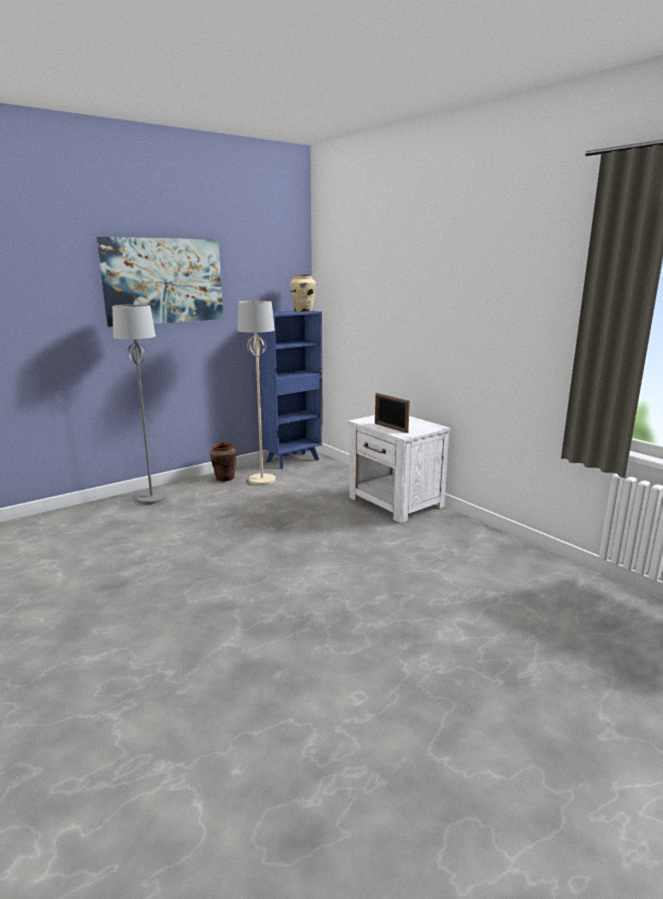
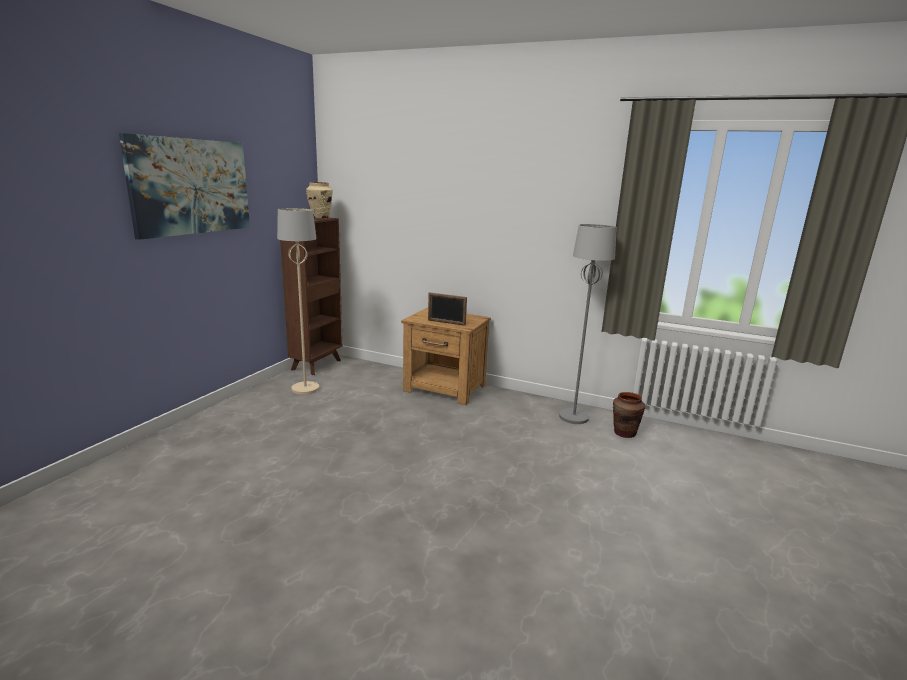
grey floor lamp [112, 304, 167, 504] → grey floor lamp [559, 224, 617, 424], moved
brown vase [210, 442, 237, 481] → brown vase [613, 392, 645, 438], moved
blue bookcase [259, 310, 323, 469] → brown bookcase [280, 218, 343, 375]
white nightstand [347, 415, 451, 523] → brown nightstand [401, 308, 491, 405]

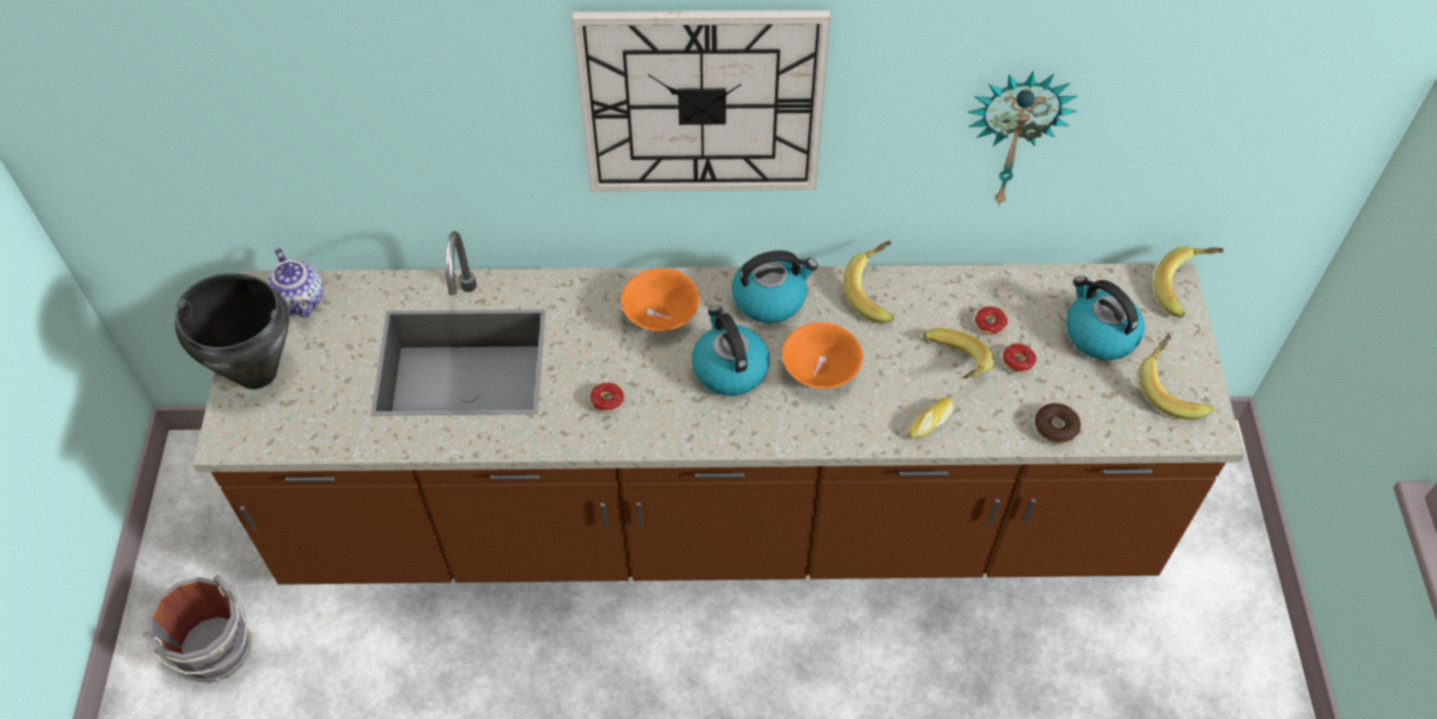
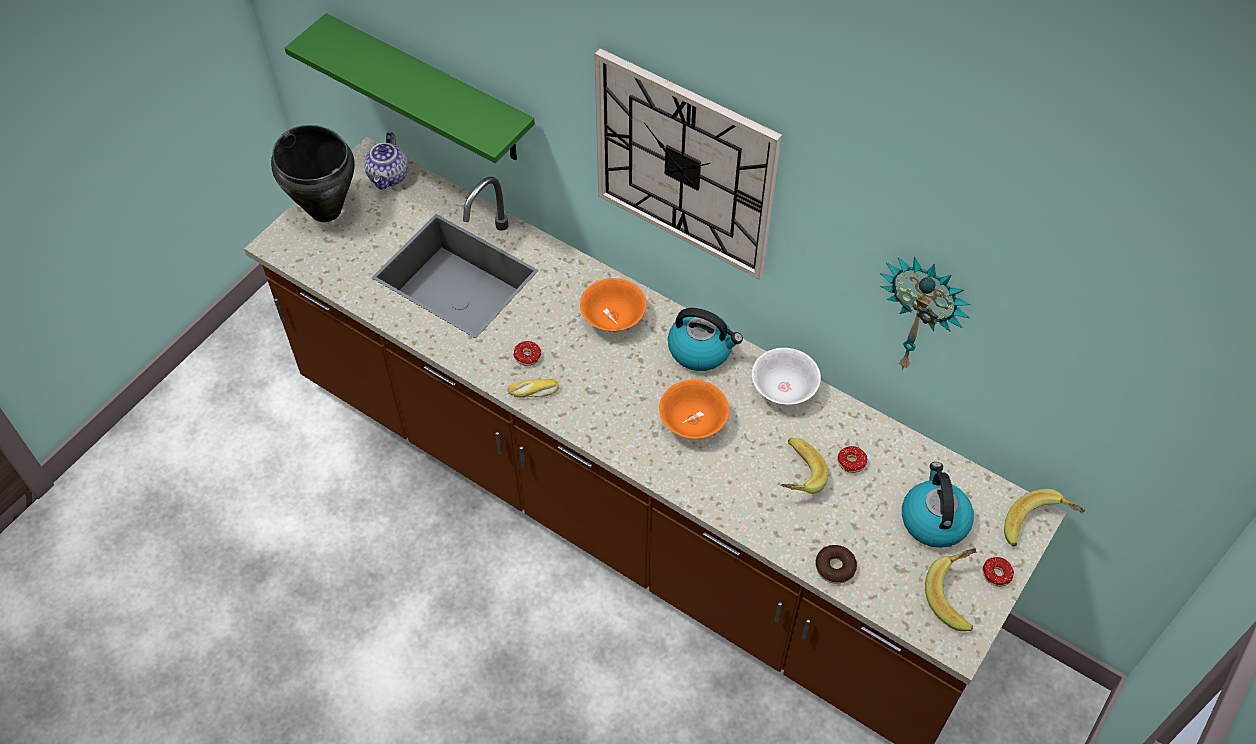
grey bucket [143, 575, 254, 683] → -
kettle [692, 306, 770, 396] → -
- → green shelf [285, 13, 535, 163]
bread [907, 398, 953, 439] → bread [508, 379, 559, 398], moved
donut [1003, 343, 1036, 373] → donut [982, 557, 1014, 587], moved
banana [844, 240, 894, 323] → white bowl [752, 348, 821, 405]

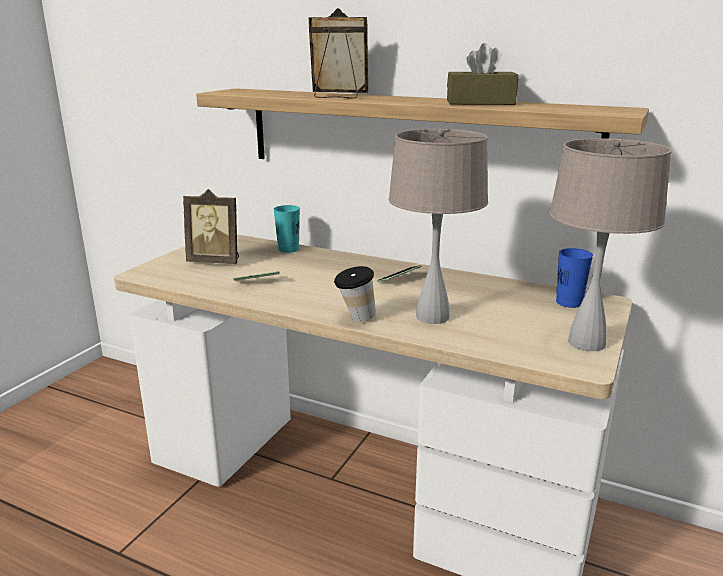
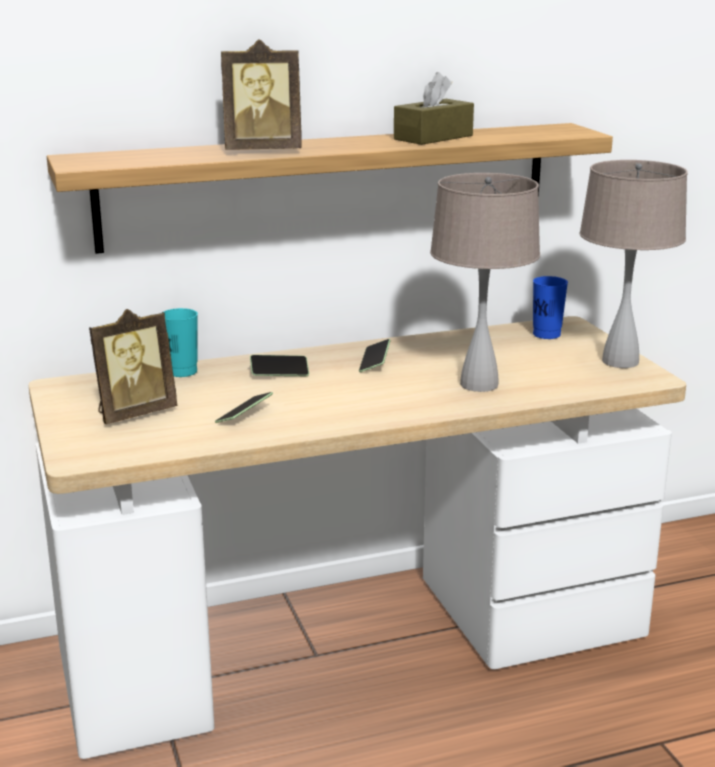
cup [334, 266, 376, 322] → -
- → phone [250, 355, 309, 376]
picture frame [308, 8, 368, 99] → picture frame [221, 39, 302, 150], 150 degrees counterclockwise

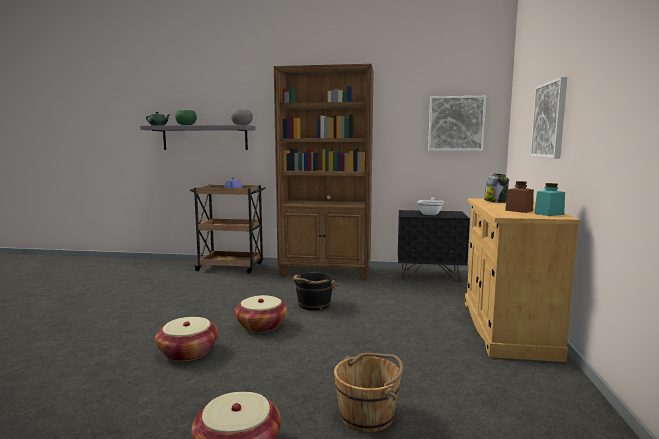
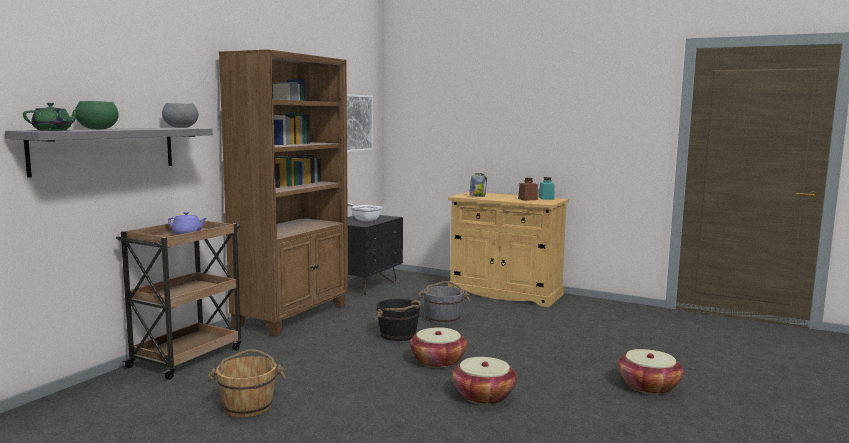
picture [530, 77, 567, 158] → -
- → grey bucket [418, 281, 471, 325]
brown bucket [334, 353, 404, 432] → brown bucket [208, 349, 286, 417], moved

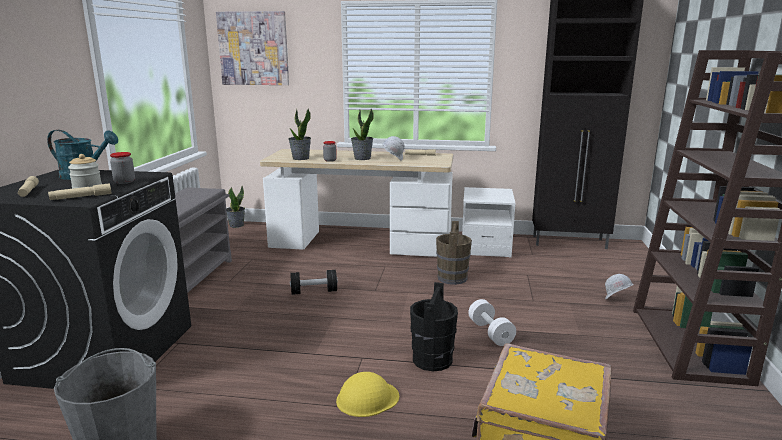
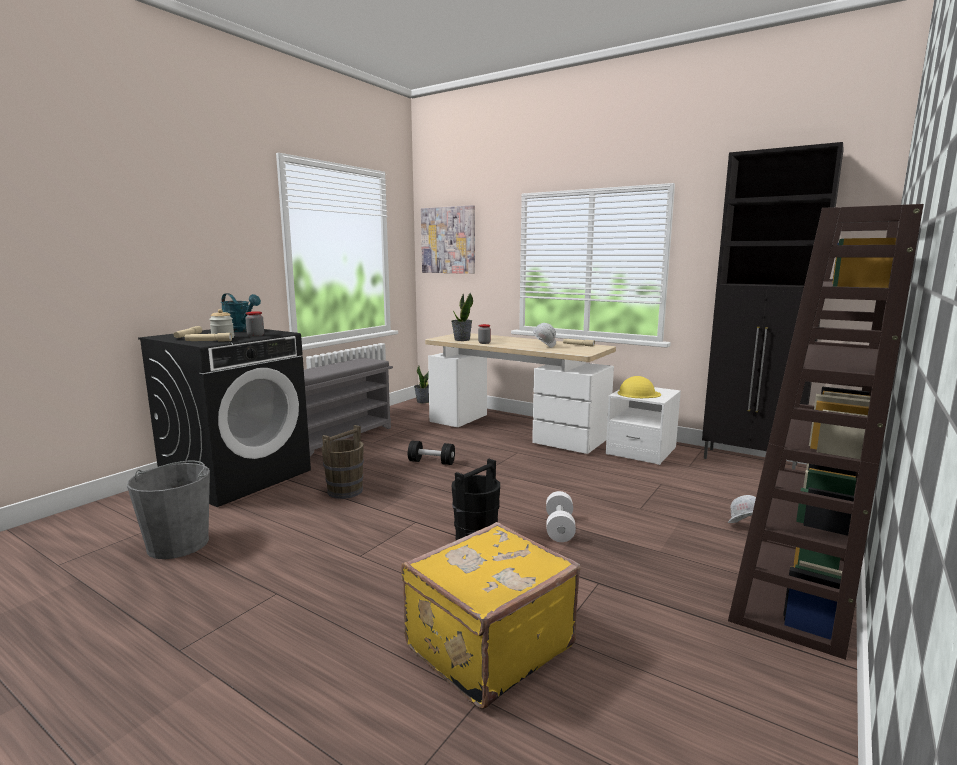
potted plant [351, 108, 374, 160] → -
yellow hard hat [336, 372, 399, 417] → yellow hard hat [618, 376, 661, 398], moved
brown bucket [436, 221, 472, 285] → brown bucket [321, 425, 364, 499], moved

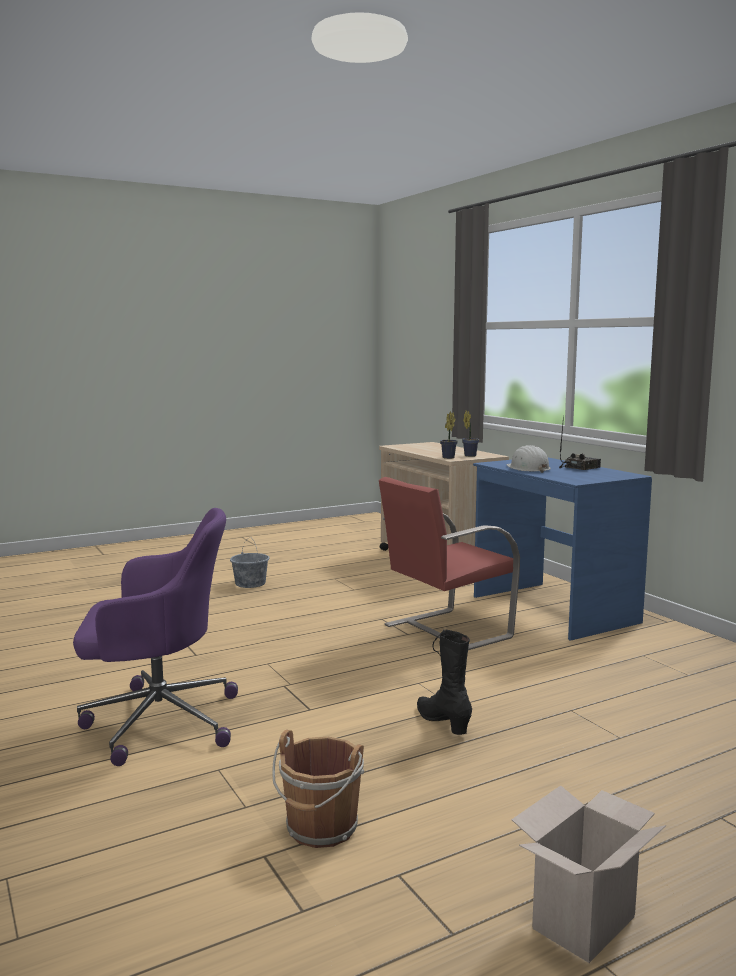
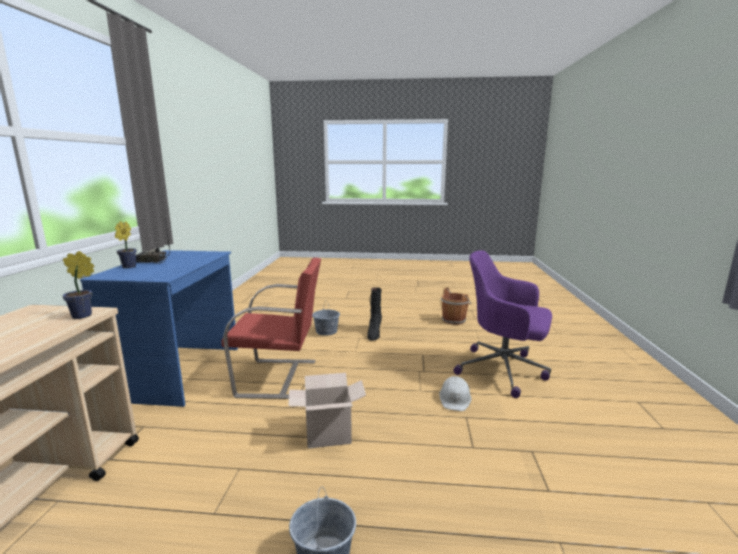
- → grey bucket [312, 304, 340, 336]
potted plant [462, 410, 479, 457] → potted plant [115, 221, 137, 268], moved
white hard hat [506, 445, 551, 473] → white hard hat [439, 376, 472, 411], moved
cardboard box [512, 785, 666, 963] → cardboard box [288, 373, 366, 449], moved

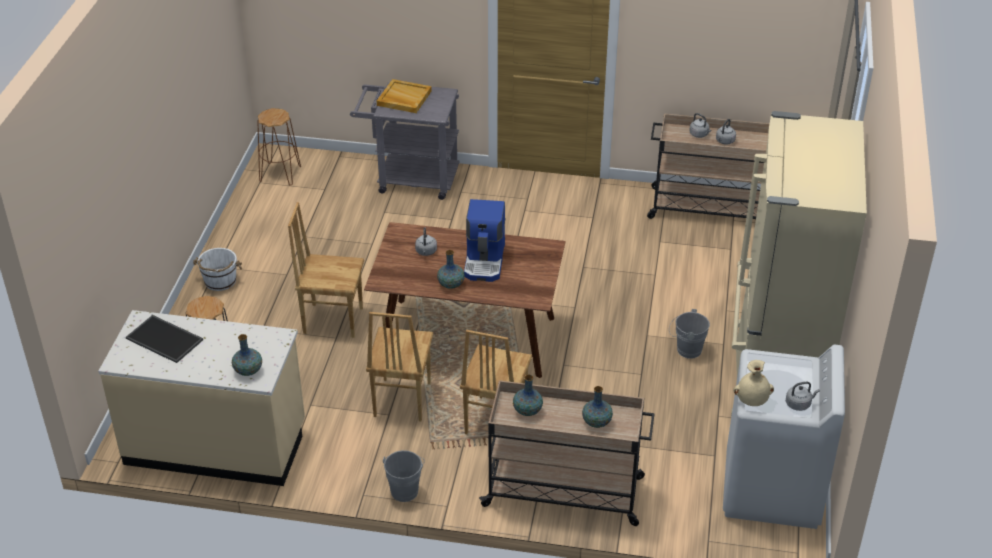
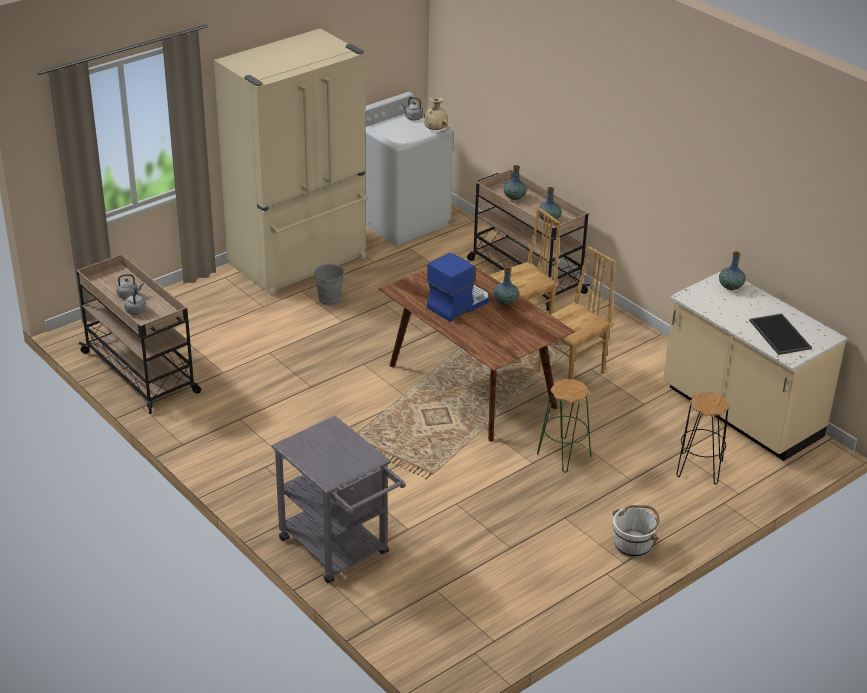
brown stool [257, 108, 301, 186] → -
beige tray [377, 79, 432, 113] → -
grey bucket [383, 450, 425, 502] → -
grey kettle [415, 227, 437, 256] → -
brown chair [288, 202, 364, 338] → green stool [537, 379, 591, 473]

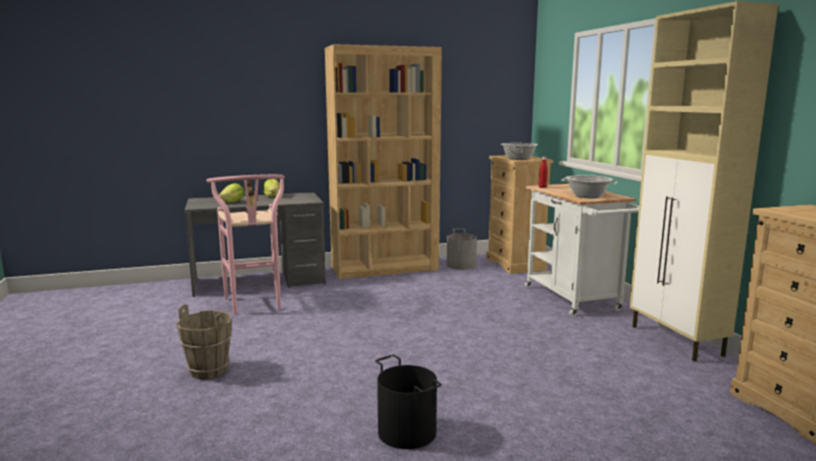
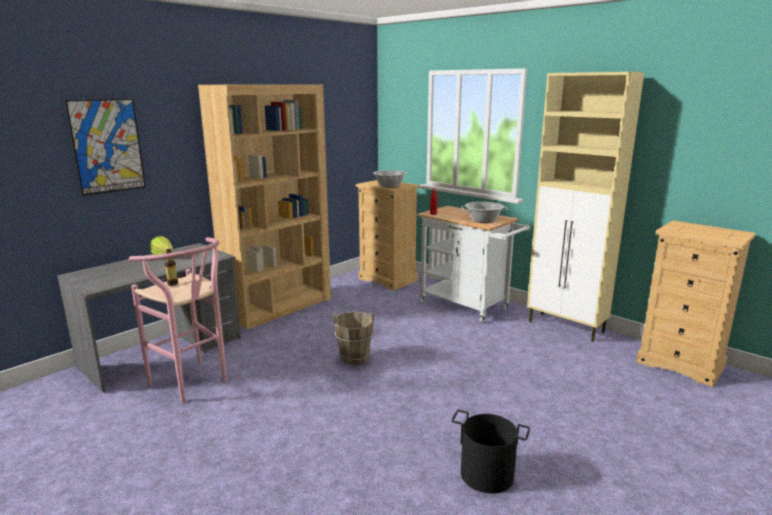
lettuce [219, 183, 244, 202] → -
grey bucket [447, 229, 477, 270] → -
- → picture [64, 99, 146, 196]
brown bucket [176, 304, 232, 379] → brown bucket [333, 311, 374, 365], moved

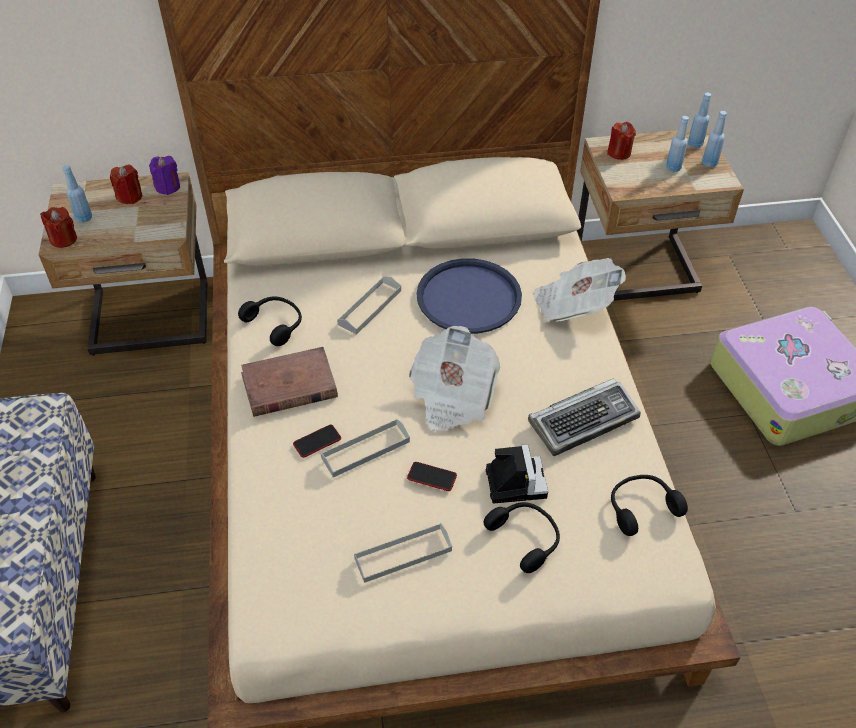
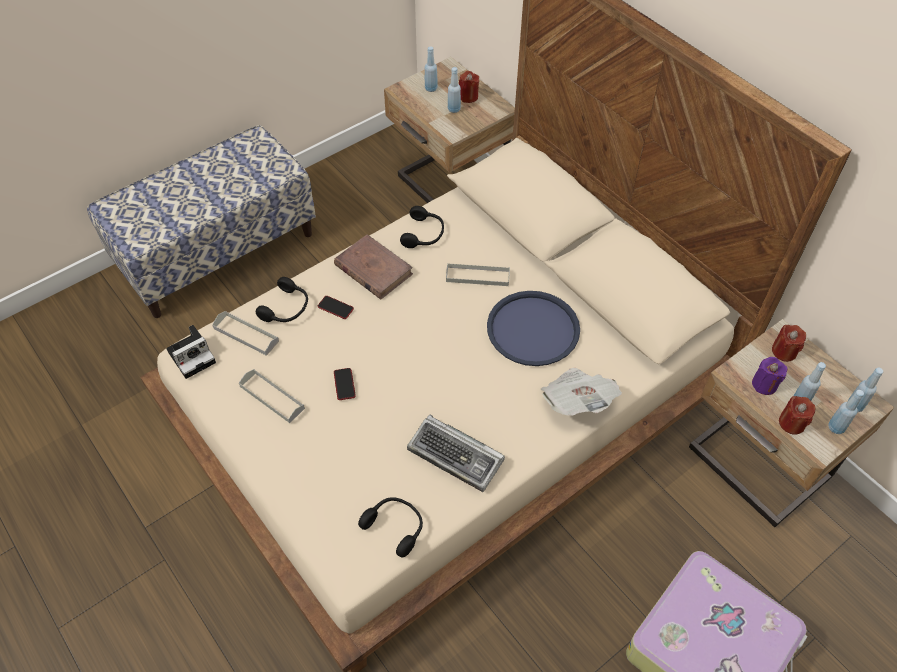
newspaper [409, 326, 500, 431] → -
- → blue bottle [448, 67, 461, 113]
red candle [40, 207, 77, 248] → red candle [779, 396, 816, 435], moved
purple candle [149, 156, 180, 195] → purple candle [752, 357, 787, 395], moved
grey tray [321, 419, 410, 477] → grey tray [212, 311, 279, 356], moved
black headphones [484, 502, 560, 573] → black headphones [256, 277, 308, 322], moved
photo camera [486, 444, 548, 504] → photo camera [166, 325, 216, 379], moved

